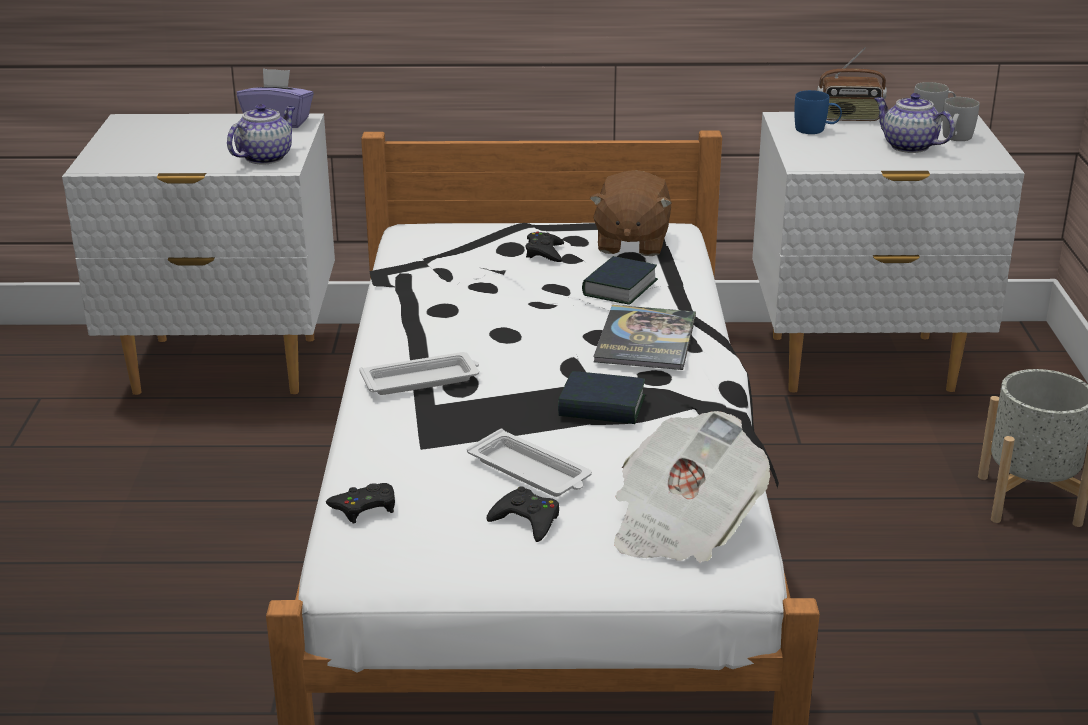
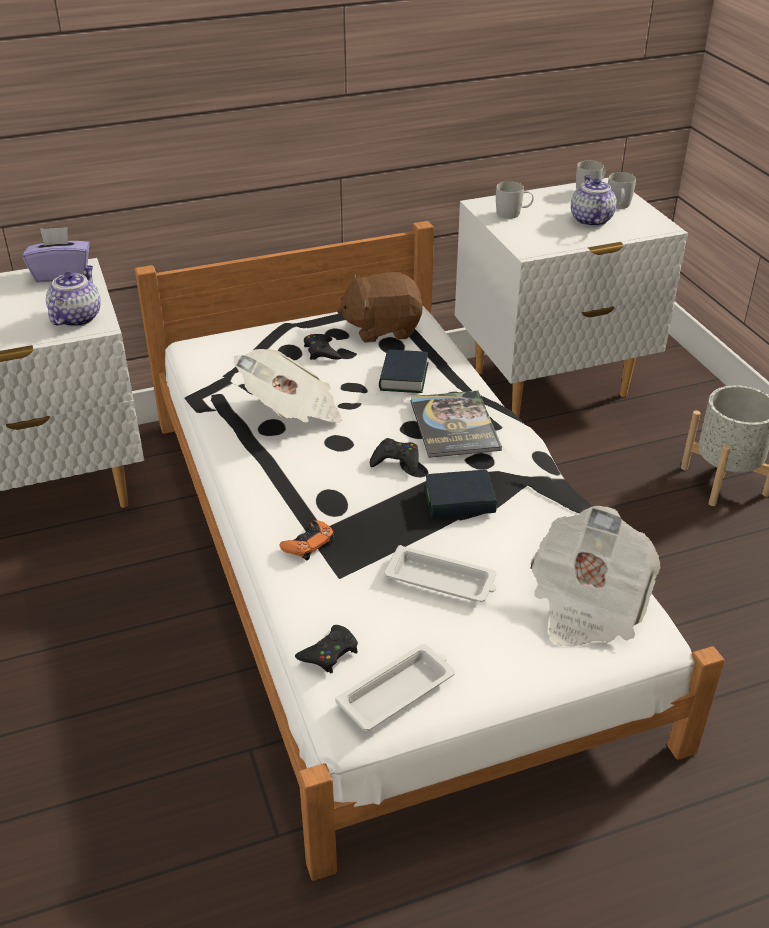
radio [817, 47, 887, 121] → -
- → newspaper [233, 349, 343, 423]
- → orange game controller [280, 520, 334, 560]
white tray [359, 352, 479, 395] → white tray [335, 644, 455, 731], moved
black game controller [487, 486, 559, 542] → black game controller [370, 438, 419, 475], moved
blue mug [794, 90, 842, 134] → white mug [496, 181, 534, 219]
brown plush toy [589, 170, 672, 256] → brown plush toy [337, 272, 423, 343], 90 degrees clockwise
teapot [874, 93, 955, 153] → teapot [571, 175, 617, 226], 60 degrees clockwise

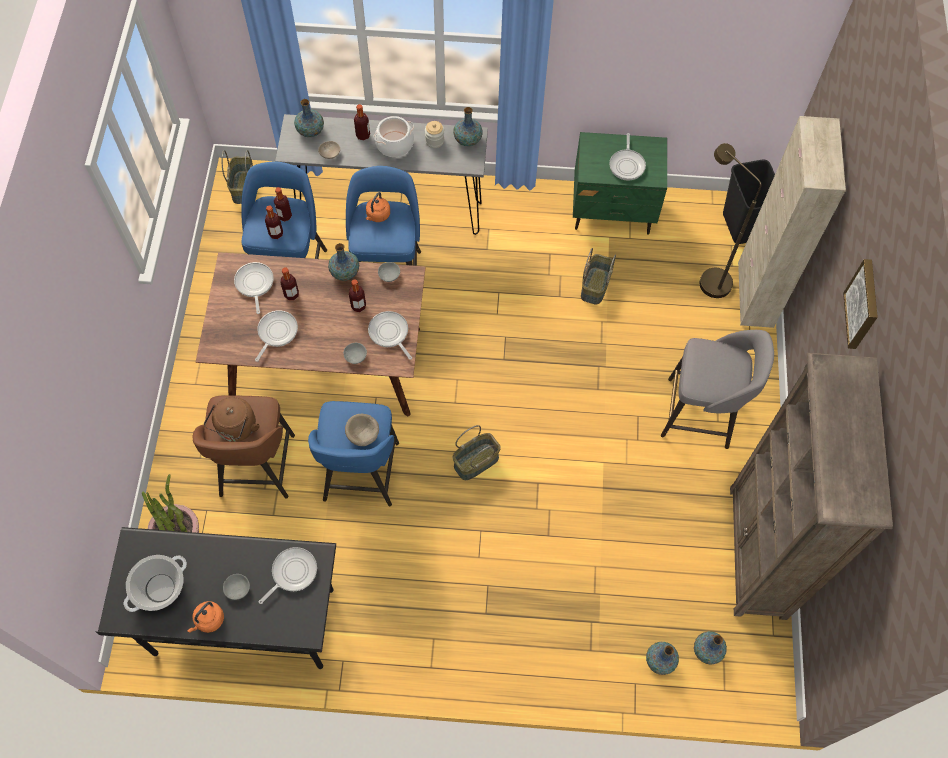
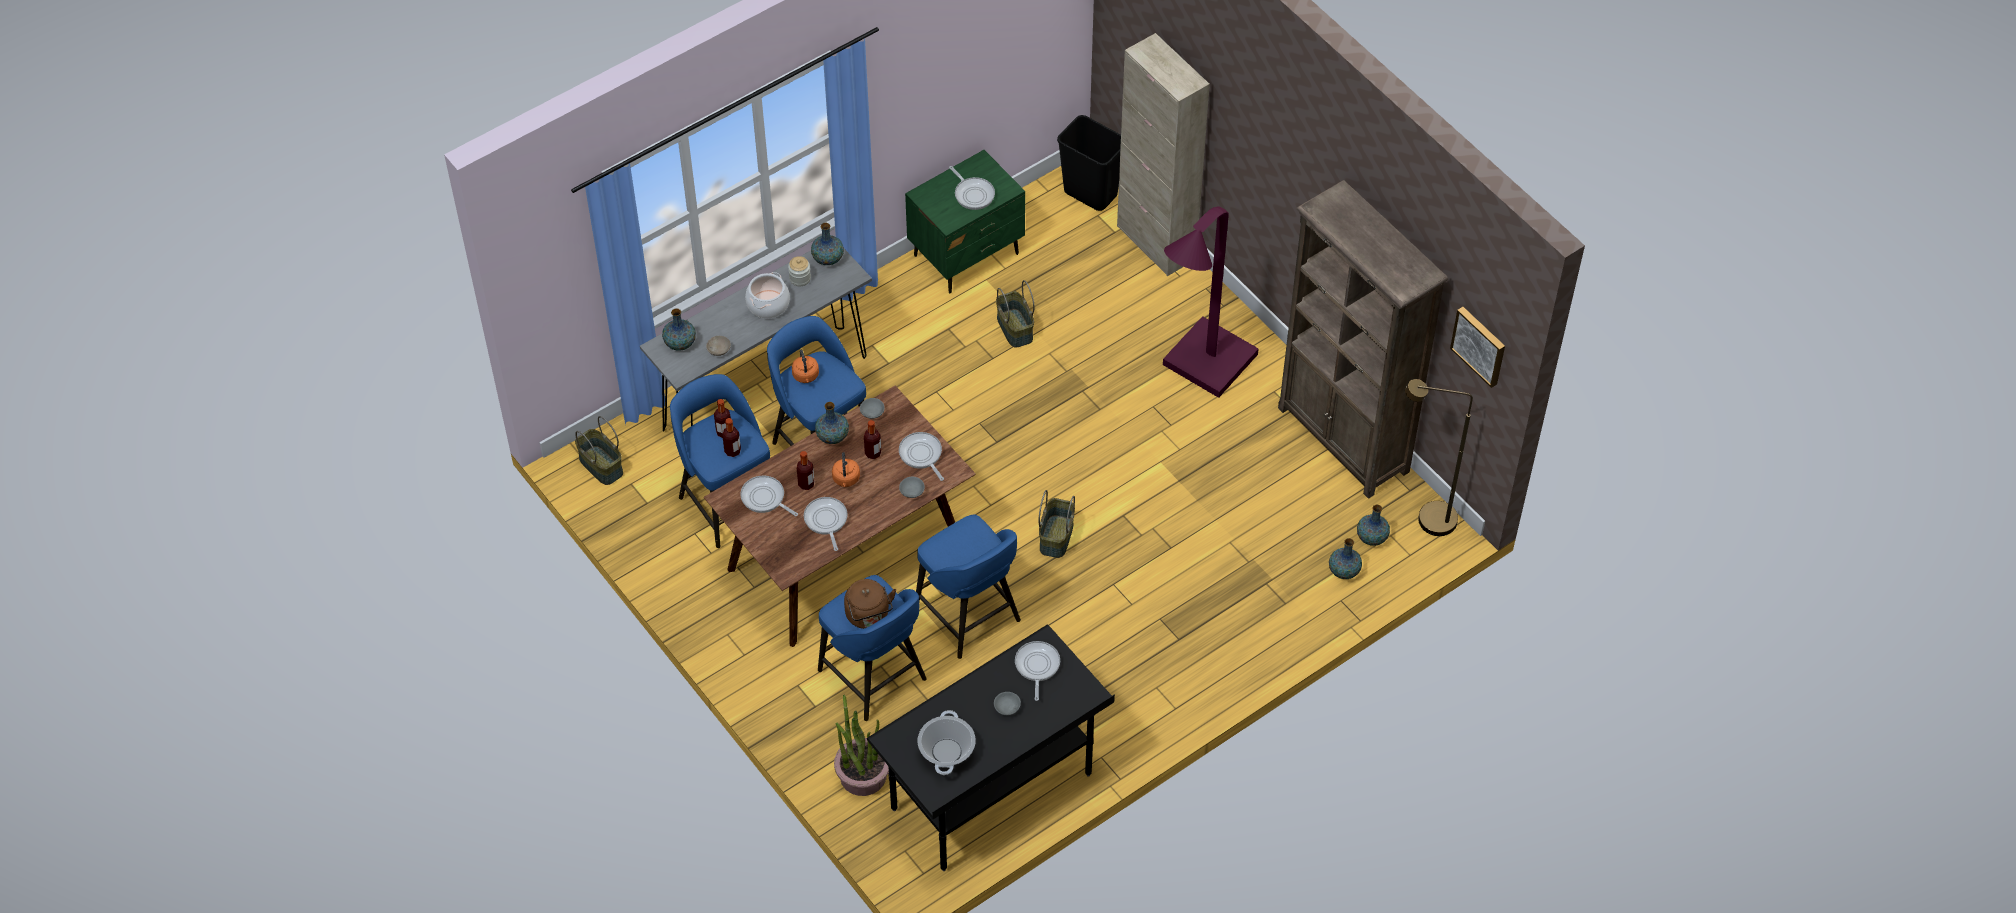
beige bowl [345, 414, 379, 446] → -
bottle [354, 104, 370, 141] → -
orange kettle [188, 601, 224, 633] → orange kettle [832, 452, 860, 487], moved
brown floor lamp [699, 143, 762, 298] → brown floor lamp [1405, 379, 1473, 536], moved
picture [843, 259, 878, 349] → picture [1450, 307, 1505, 388], moved
grey stool [661, 330, 774, 449] → purple floor lamp [1163, 206, 1259, 398]
brown stool [193, 395, 295, 499] → blue stool [818, 575, 927, 721]
frying pan [368, 311, 412, 360] → frying pan [899, 432, 944, 481], 45 degrees clockwise

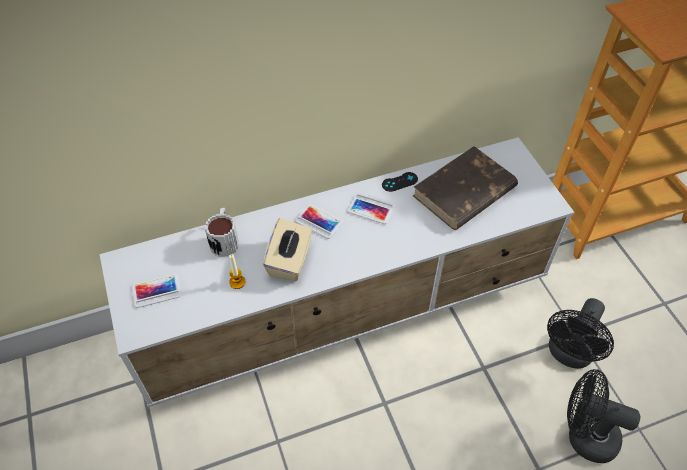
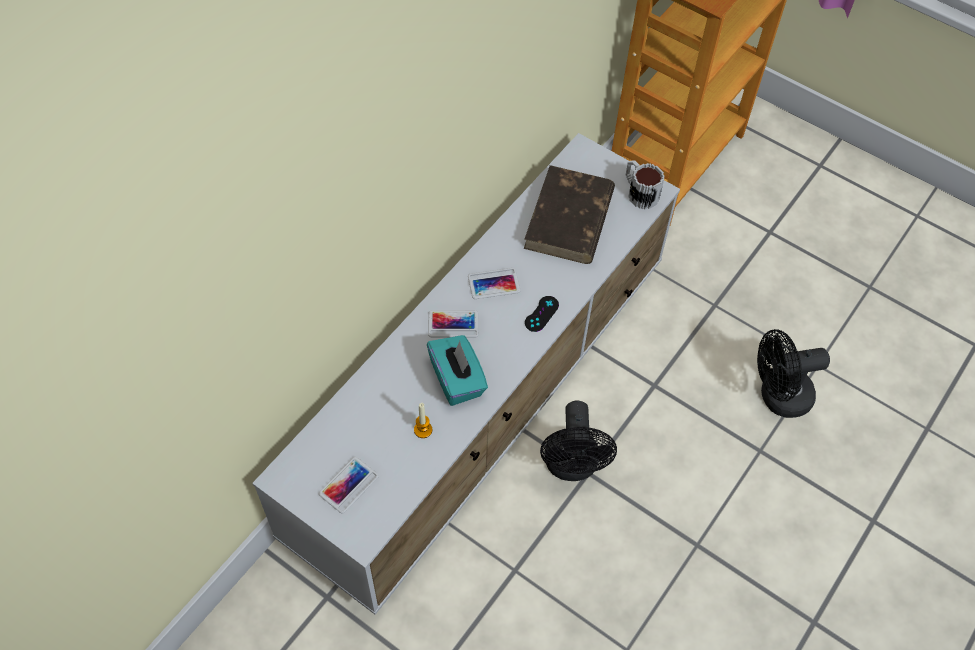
mug [205, 208, 239, 257] → mug [626, 160, 665, 209], moved
black game controller [382, 172, 418, 192] → black game controller [525, 296, 559, 332], moved
black fan [547, 298, 614, 369] → black fan [540, 400, 617, 481], moved
beige tissue box [263, 218, 312, 281] → turquoise tissue box [427, 335, 488, 406]

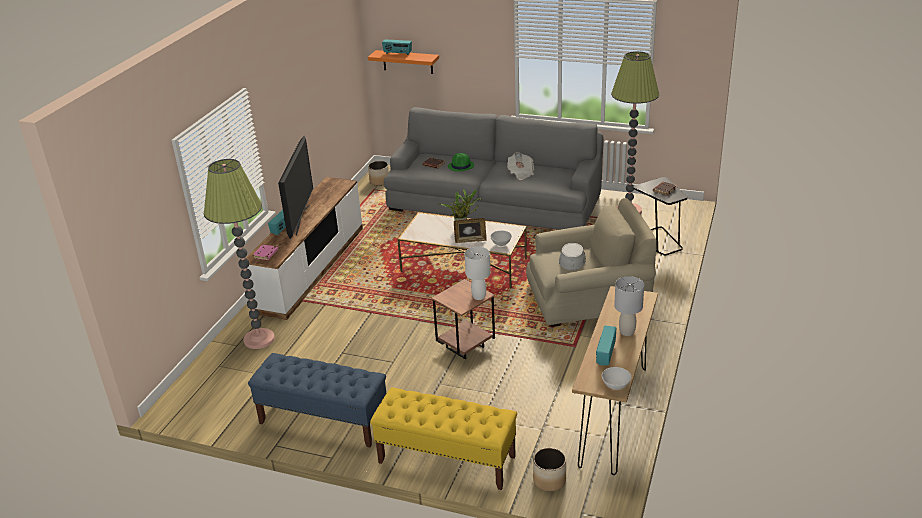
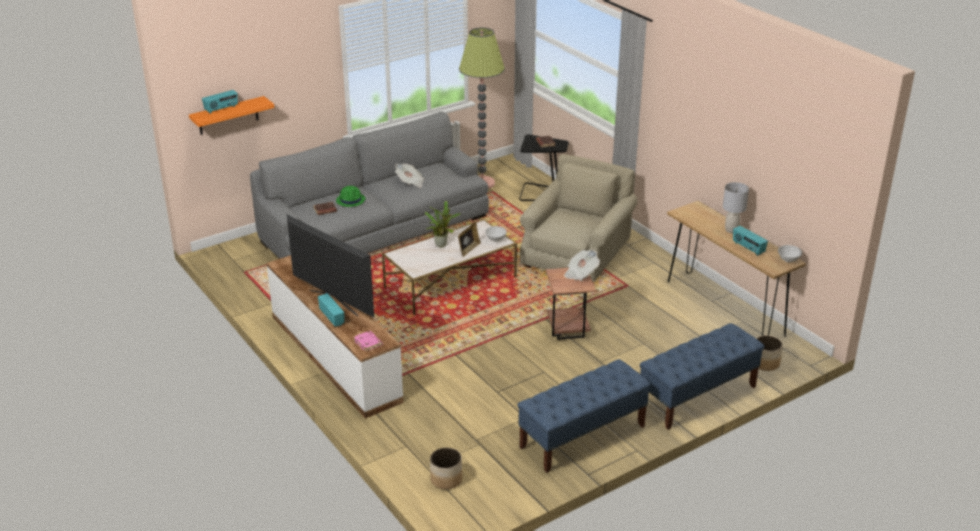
floor lamp [204, 159, 275, 349] → -
grey hat [559, 243, 586, 270] → -
planter [368, 161, 389, 186] → planter [430, 448, 462, 489], moved
white table lamp [465, 247, 491, 300] → newspaper [564, 250, 600, 281]
yellow bench [370, 387, 517, 490] → blue bench [640, 323, 765, 430]

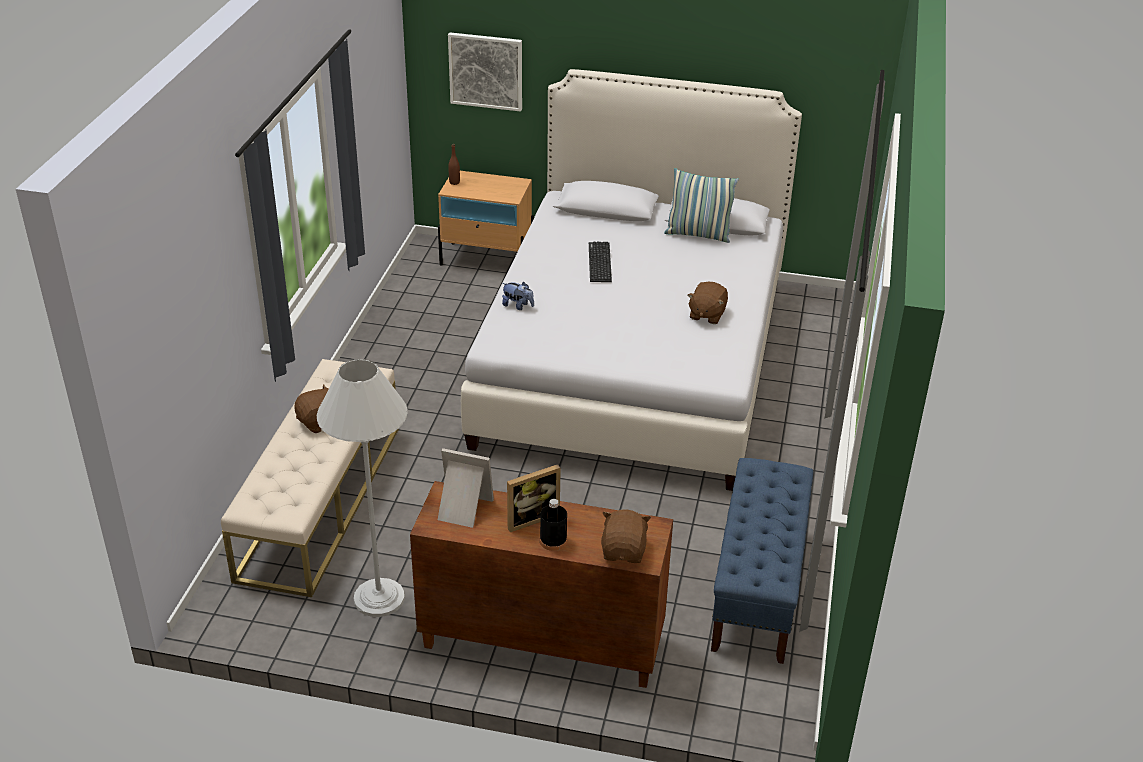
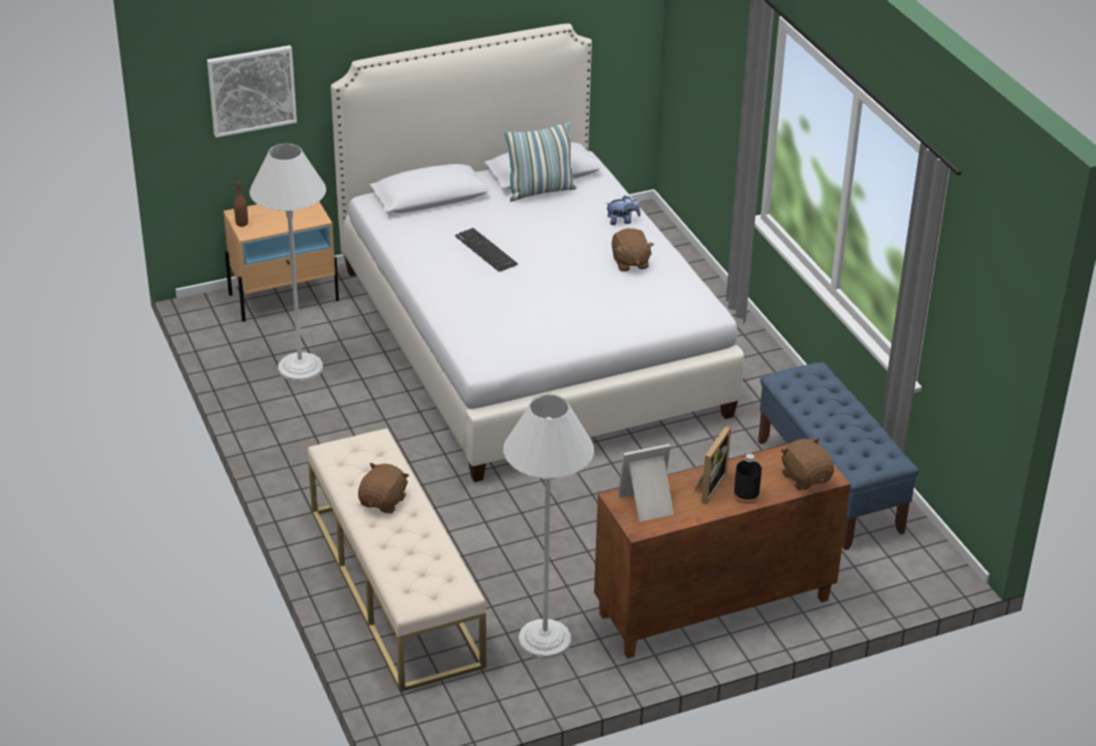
- → white floor lamp [249, 143, 326, 382]
plush toy [502, 282, 534, 310] → plush toy [606, 195, 641, 225], moved

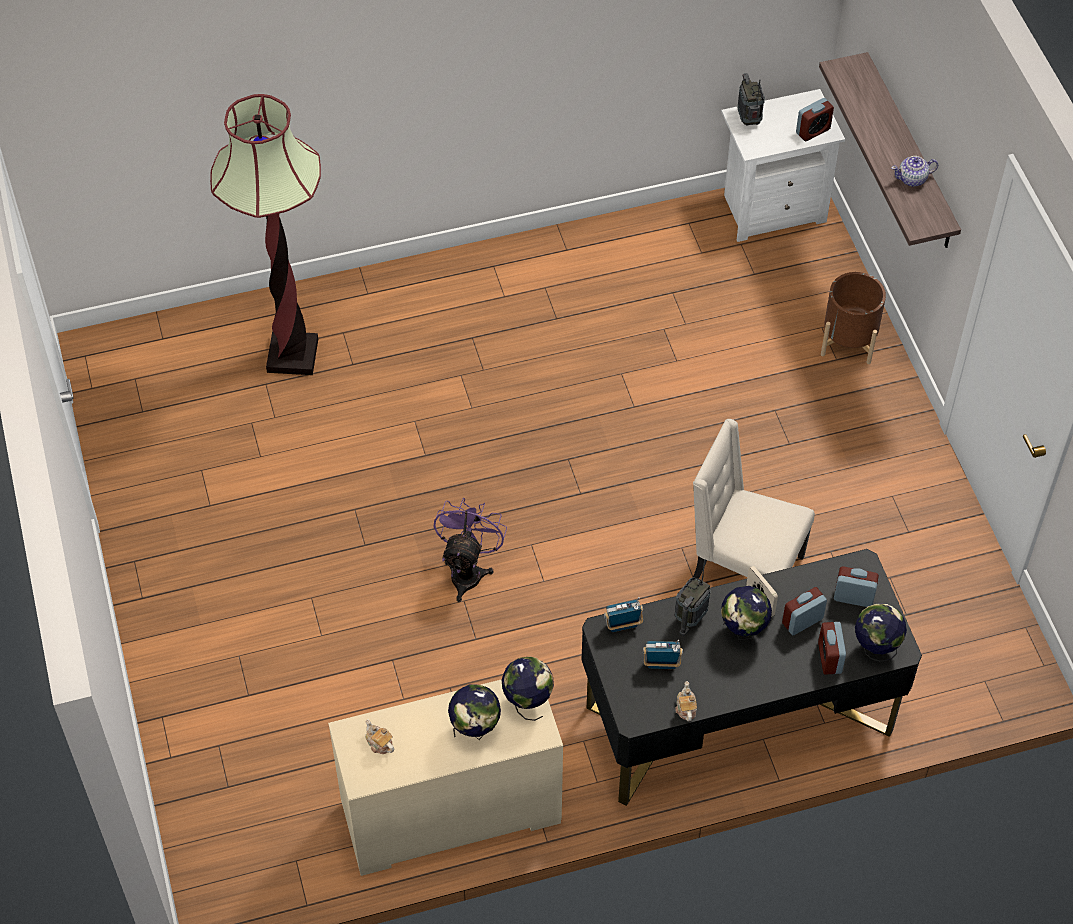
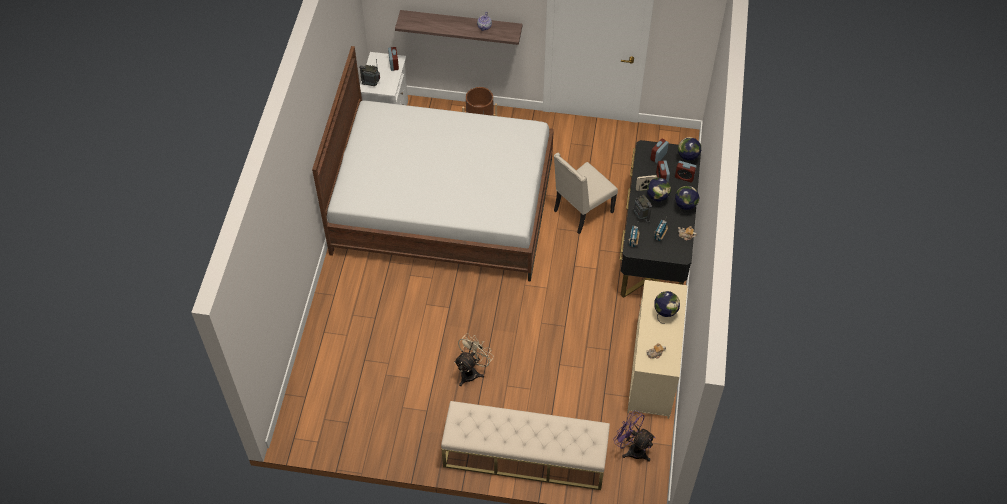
floor lamp [210, 94, 321, 375] → -
- → bed [312, 46, 554, 282]
- → beige bench [441, 401, 610, 490]
- → beige fan [454, 333, 494, 386]
purple fan [433, 498, 507, 602] → purple fan [613, 410, 655, 462], moved
globe [502, 657, 554, 721] → globe [675, 186, 699, 214], moved

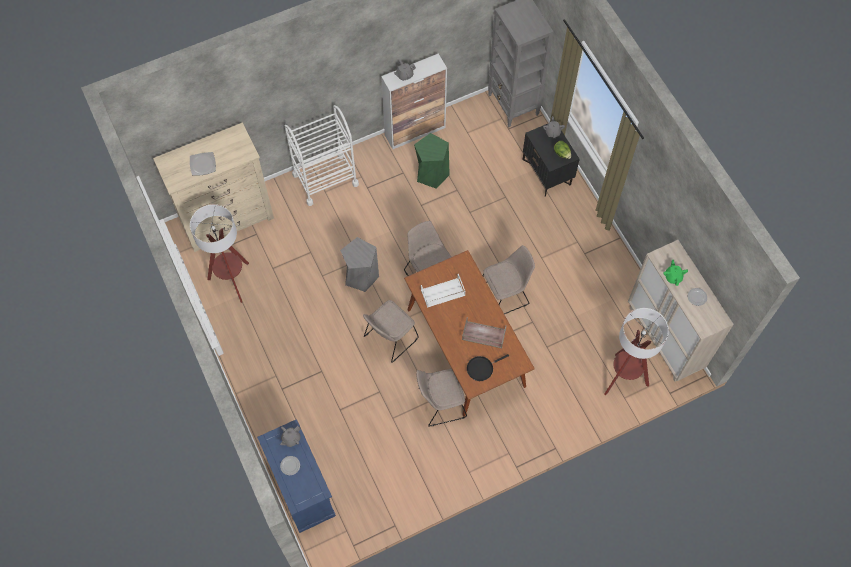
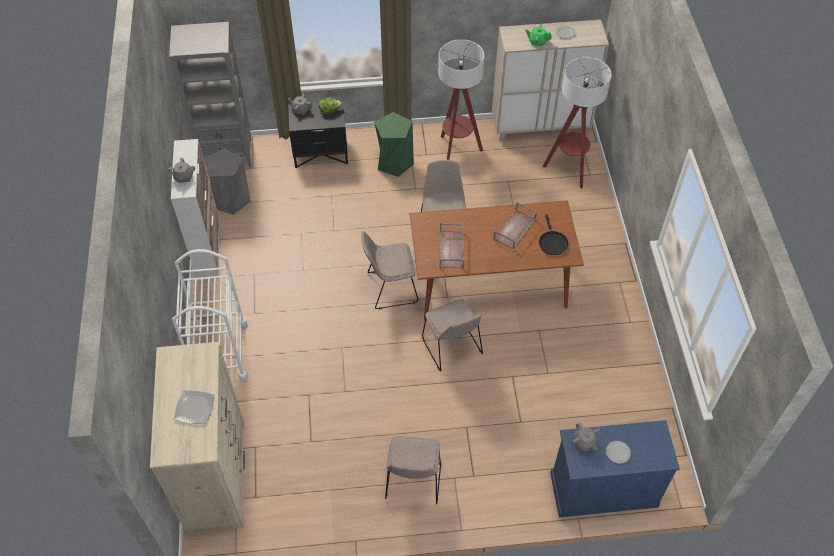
floor lamp [190, 204, 249, 303] → floor lamp [438, 39, 484, 160], moved
grey stool [340, 237, 379, 292] → grey stool [203, 148, 251, 215], moved
green stool [414, 133, 450, 188] → green stool [374, 112, 414, 177], moved
beige chair [416, 369, 467, 426] → beige chair [385, 436, 441, 505], moved
white tray [421, 274, 465, 308] → brown tray [440, 223, 464, 268]

